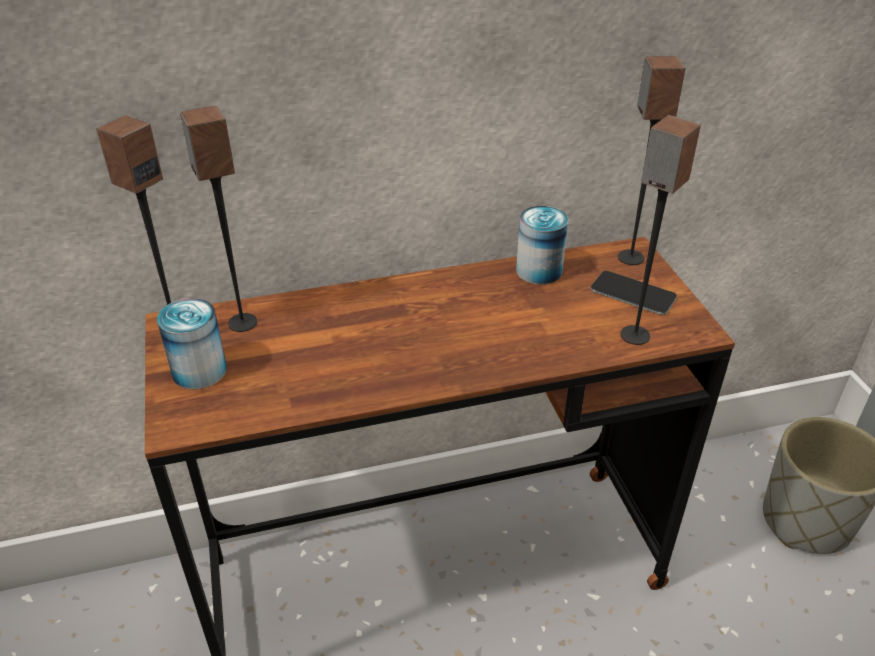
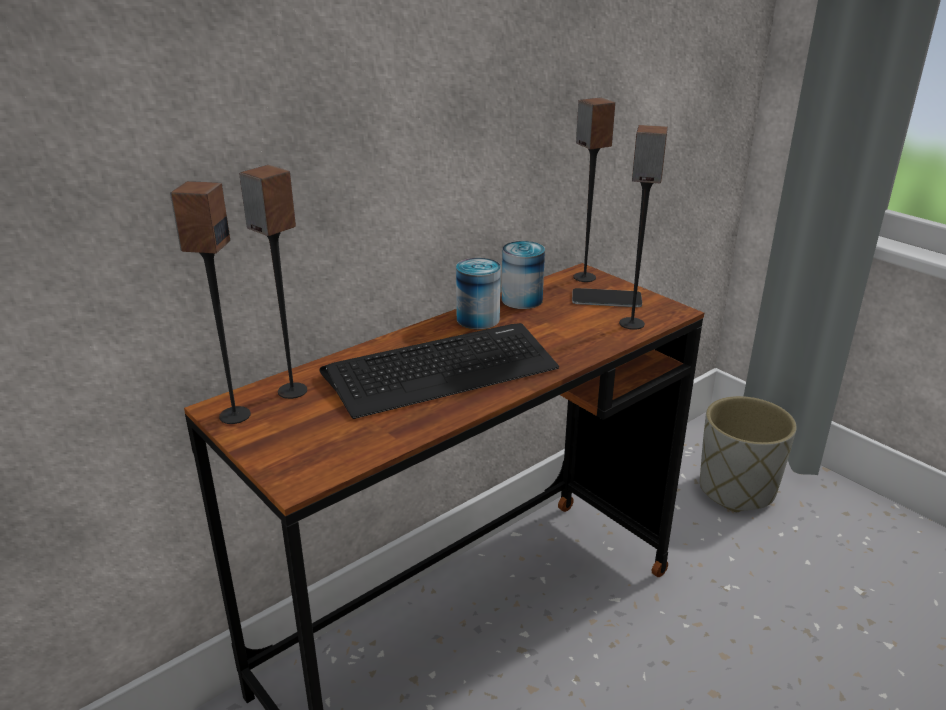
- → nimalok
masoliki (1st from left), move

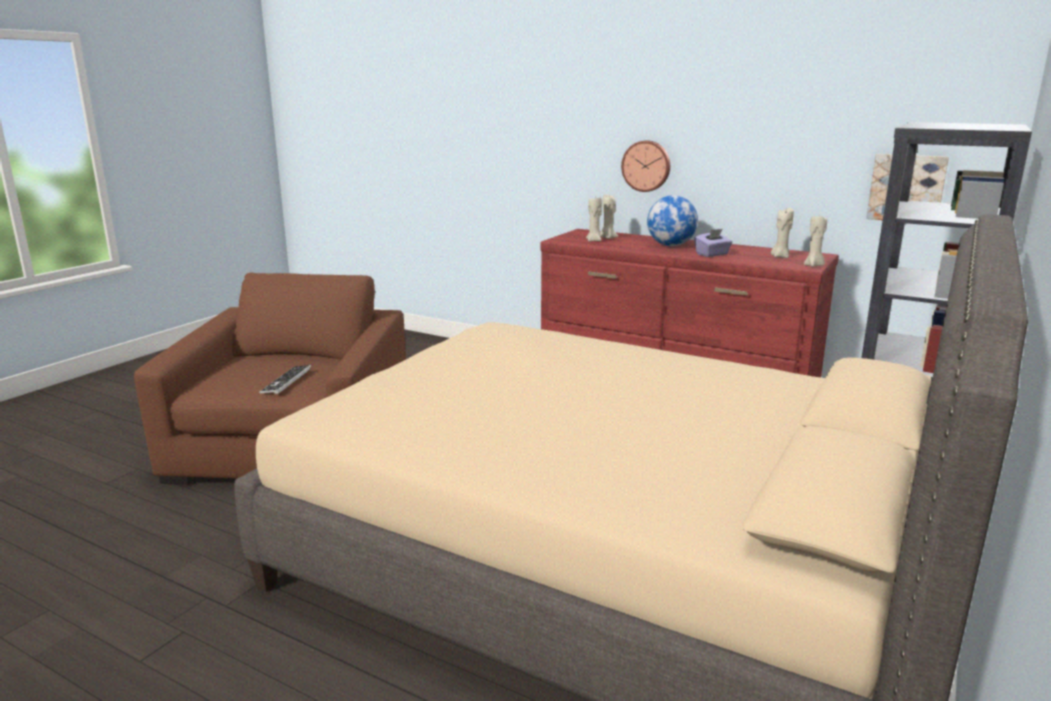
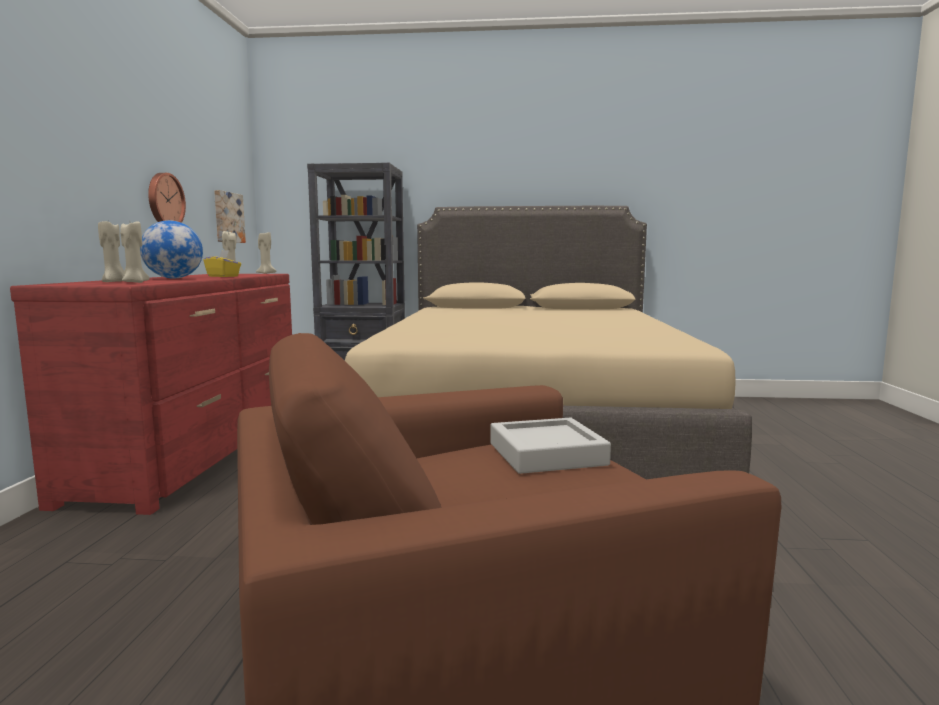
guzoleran, move
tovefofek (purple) → tovefofek (yellow)
nimalok → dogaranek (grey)

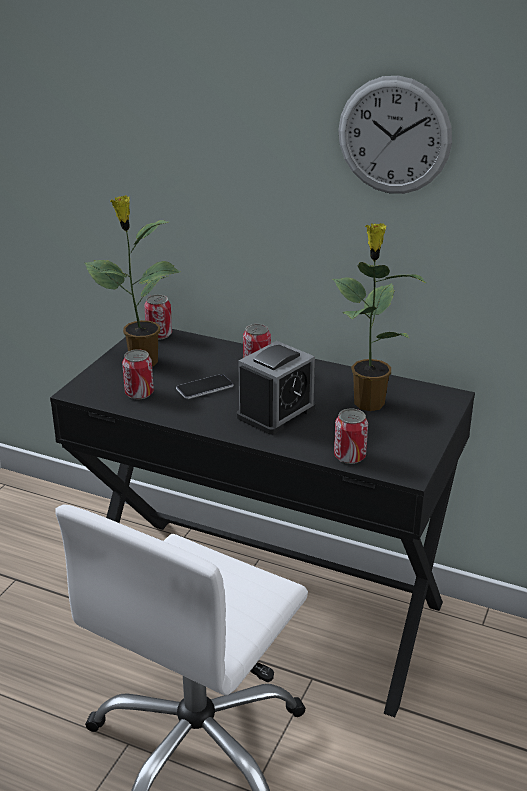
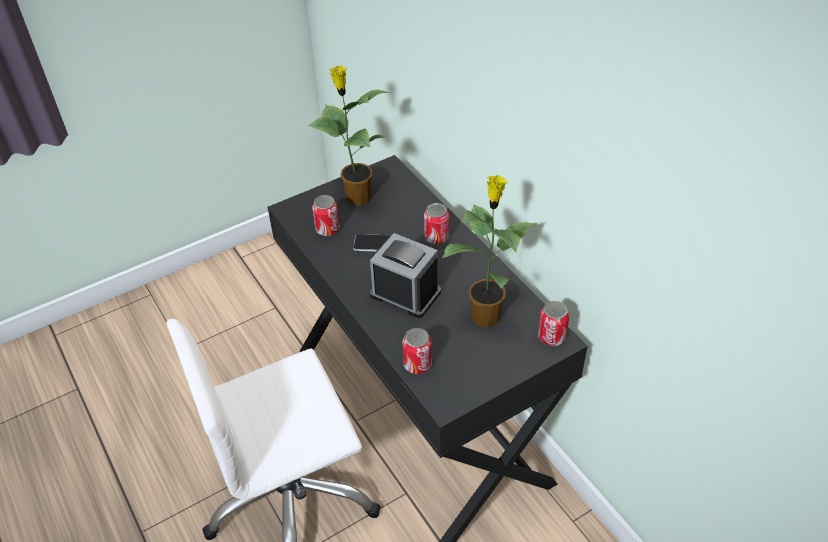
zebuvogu, 135 degrees counterclockwise
masoliki (2nd from left in the first image) → masoliki (4th from left), move
guzoleran → -

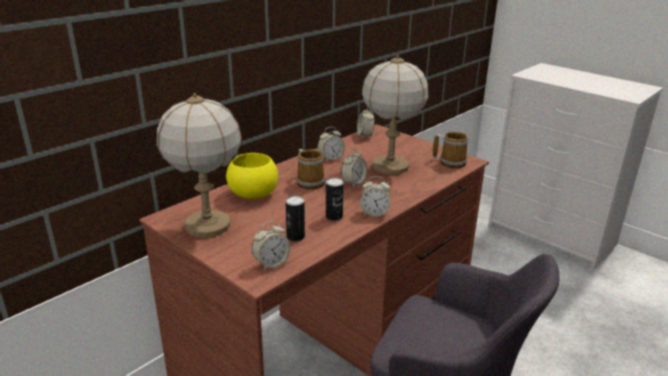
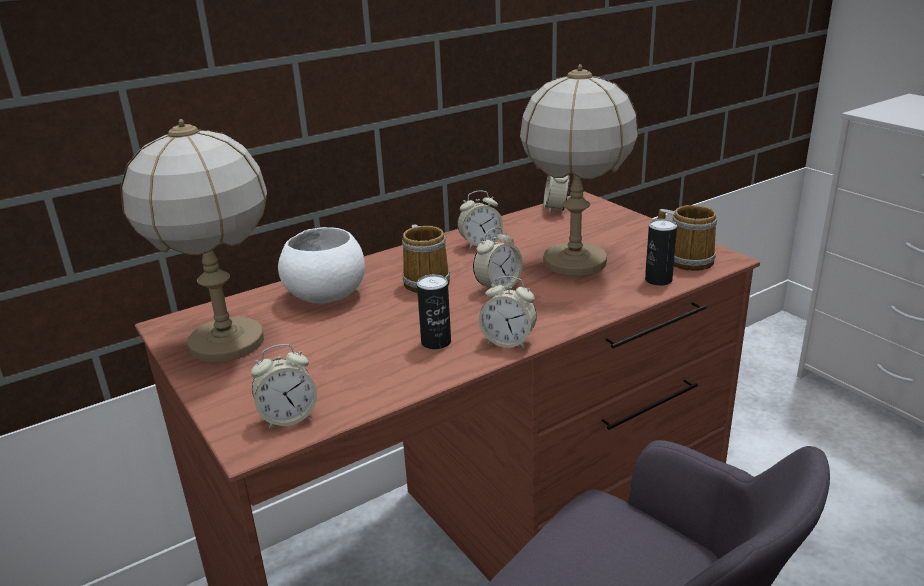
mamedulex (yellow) → mamedulex (white)
masoliki (1st from left in the first image) → masoliki (2nd from left), move

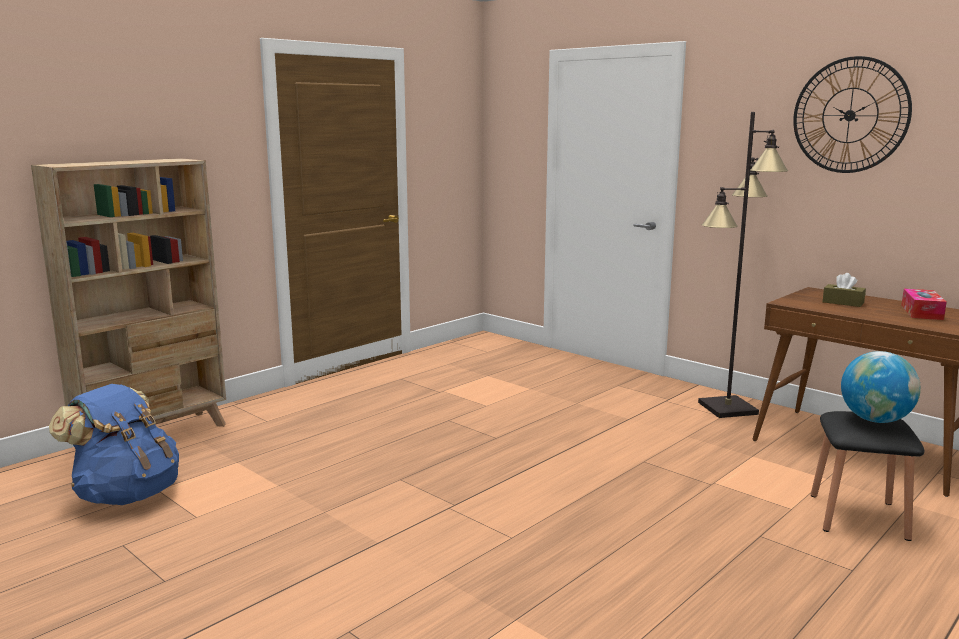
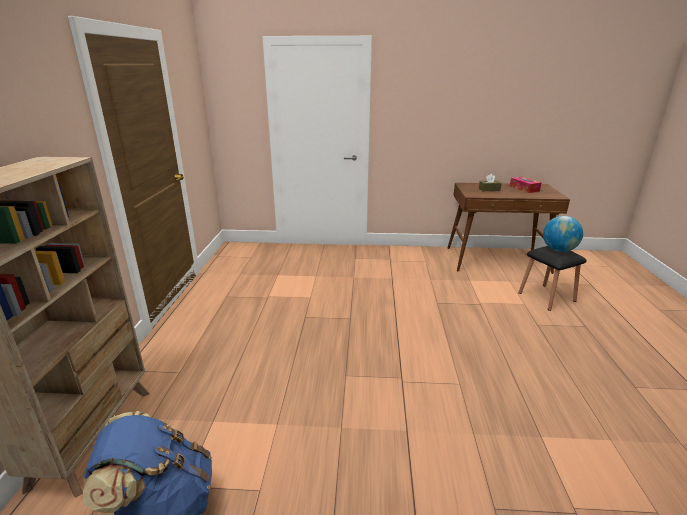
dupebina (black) → -
guzoleran → -

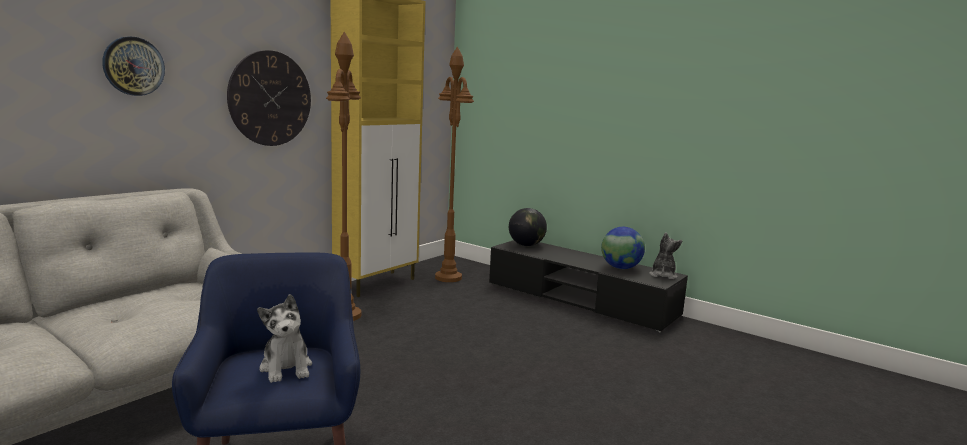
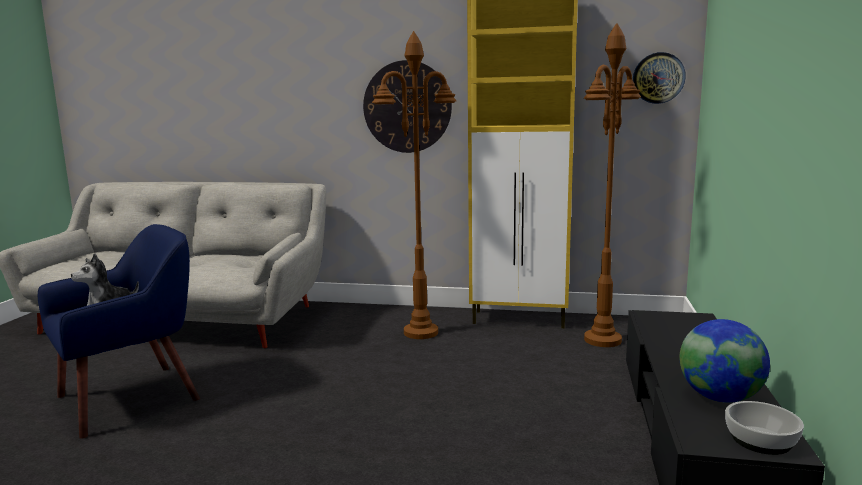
guzoleran (1st from left in the first image) → guzoleran (2nd from left), move
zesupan (2nd from left) → mamedulex
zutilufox (1st from left) → -

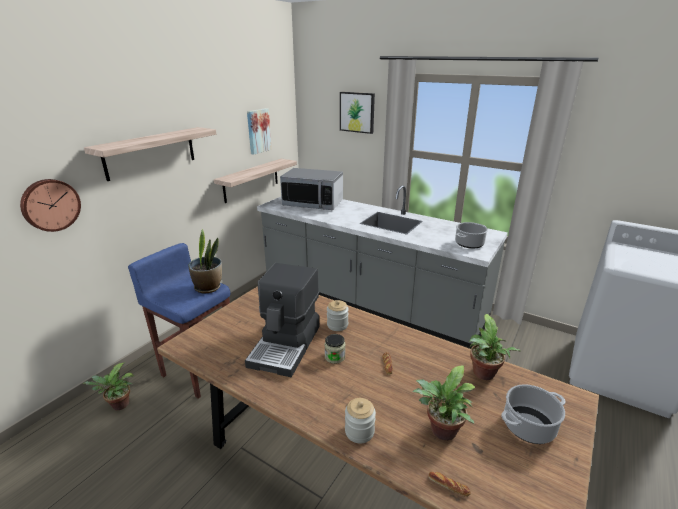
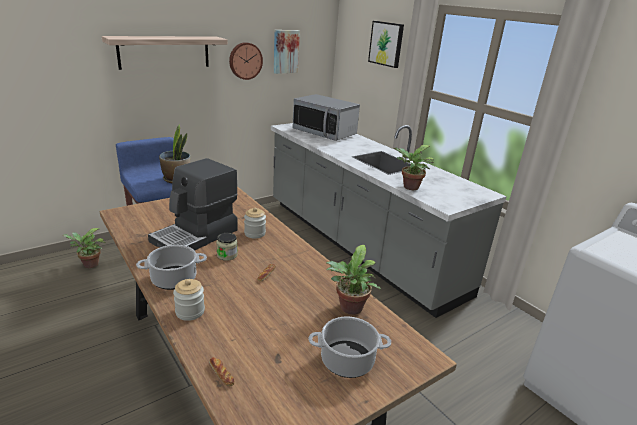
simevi (1st from left), move
guzoleran, move
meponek (3rd from left in the first image) → meponek (4th from left), move
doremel (2nd from left) → -

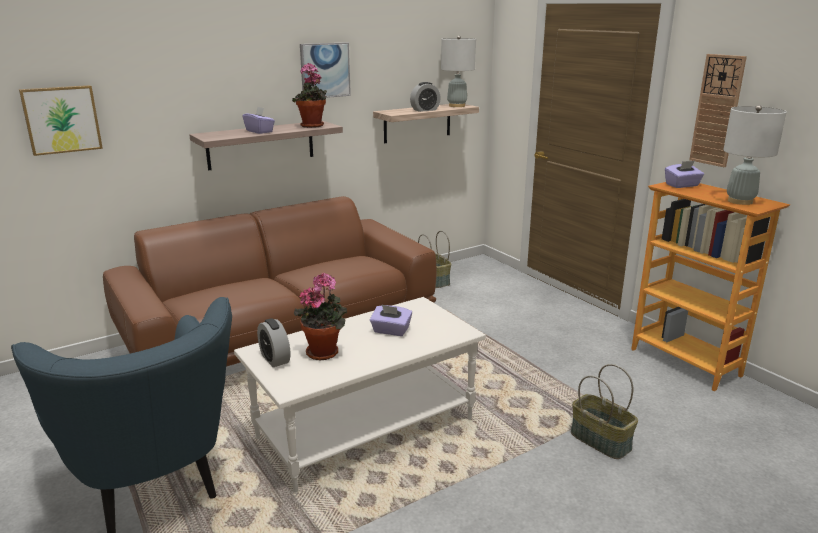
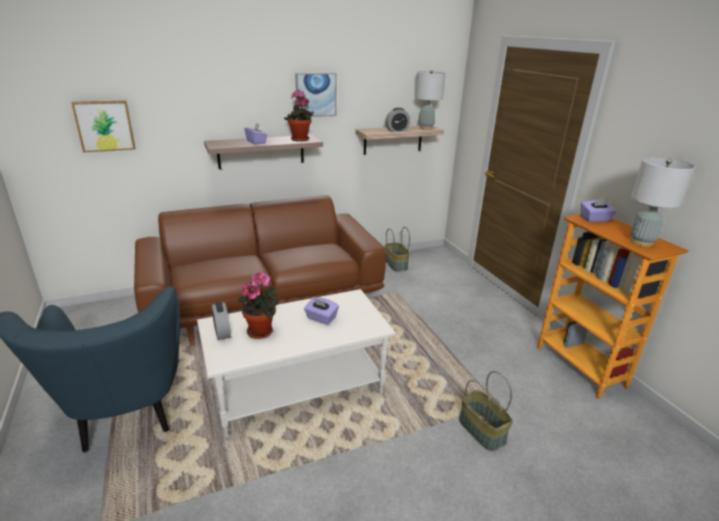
guzoleran → -

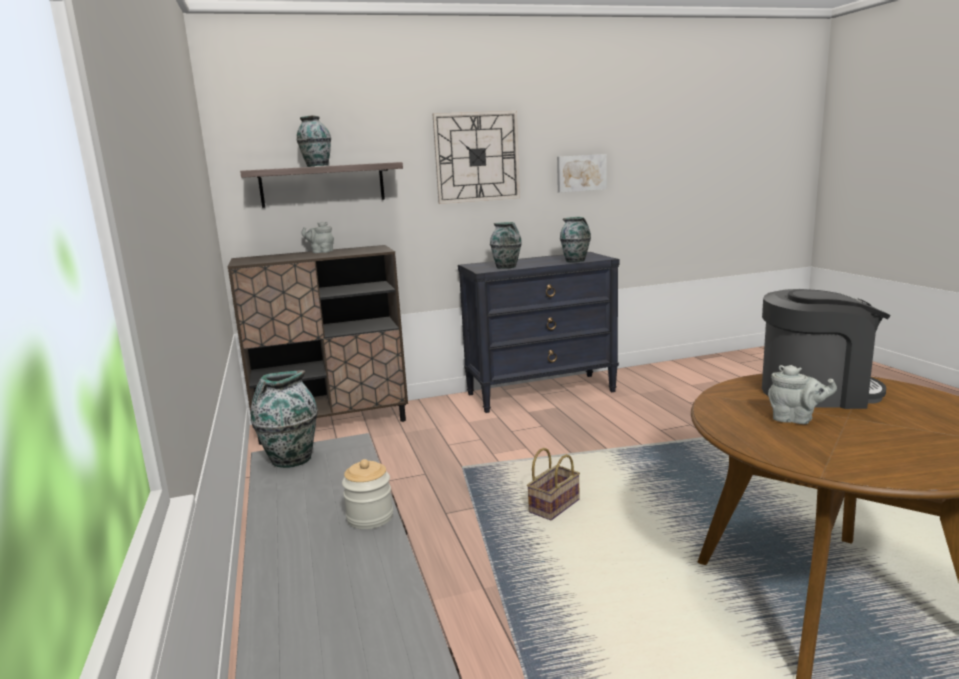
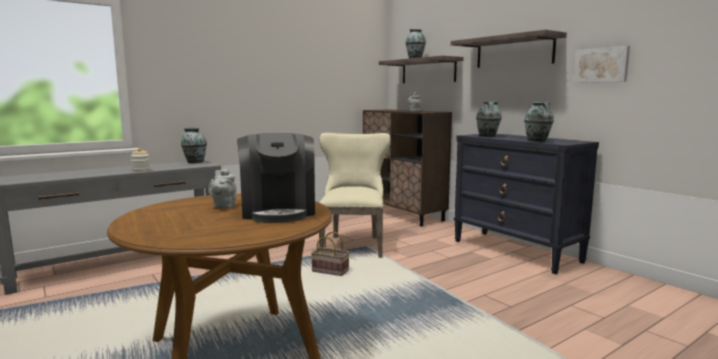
- → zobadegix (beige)
guzoleran → doremel (2nd from left)

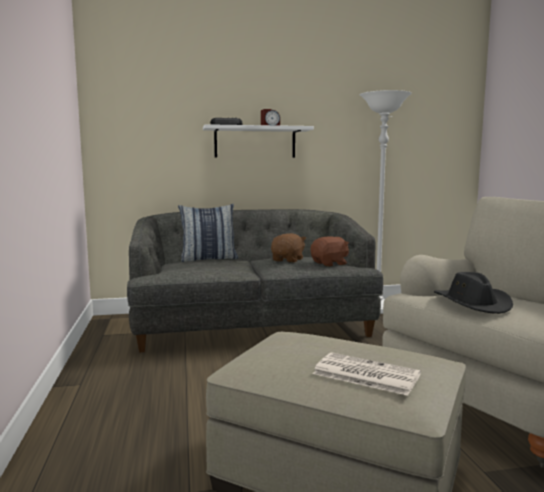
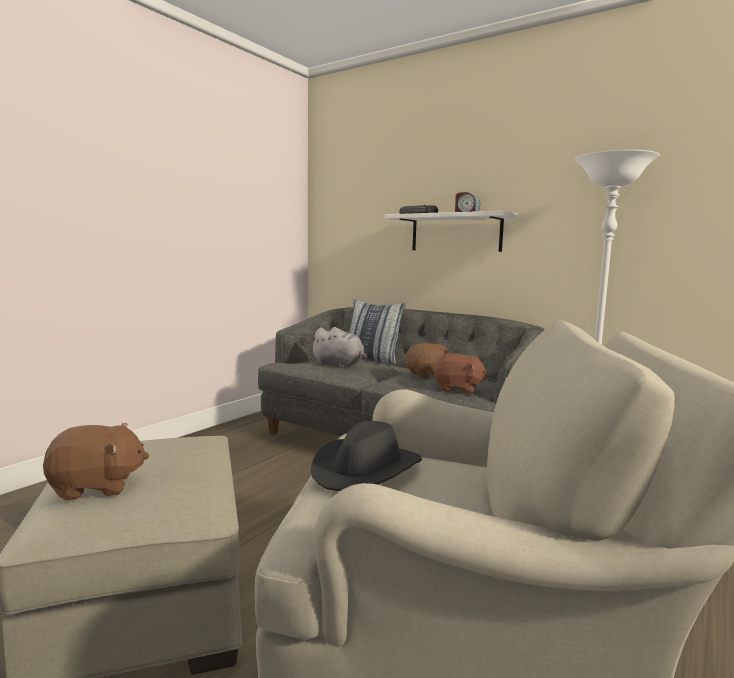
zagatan → zesupan (brown) (1st from left)
- → zesupan (grey)

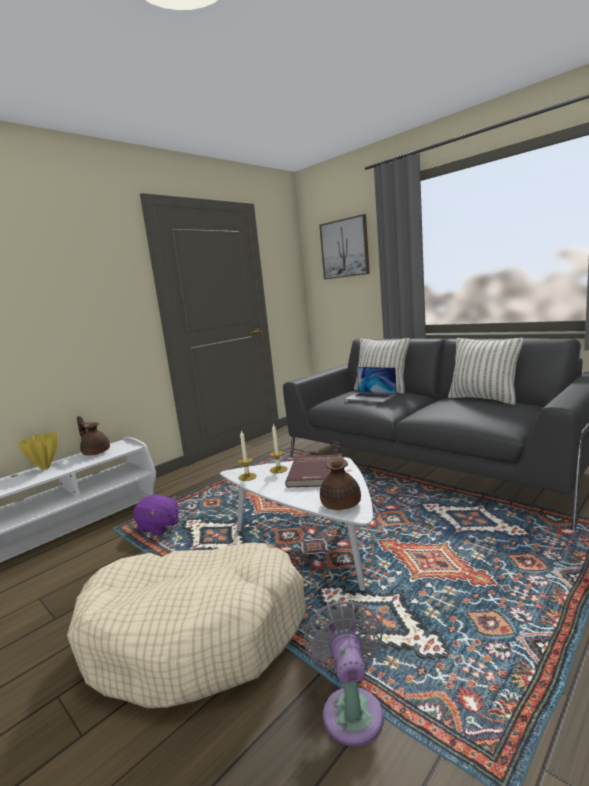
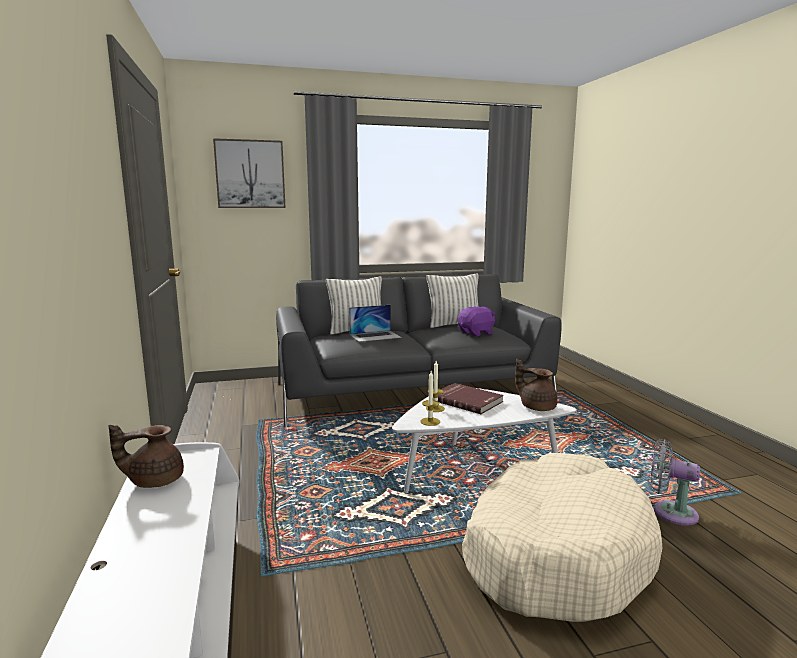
zesupan (purple), move
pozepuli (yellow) → -

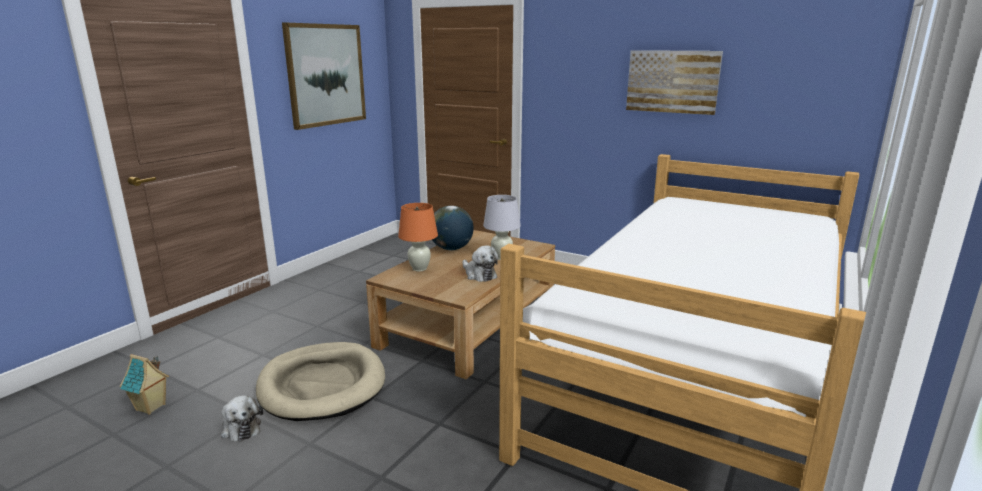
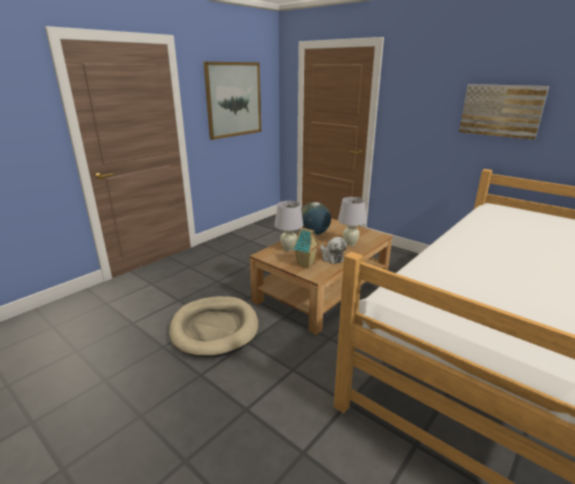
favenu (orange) → favenu (white) (1st from left)
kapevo, move
zesupan (1st from left) → -

